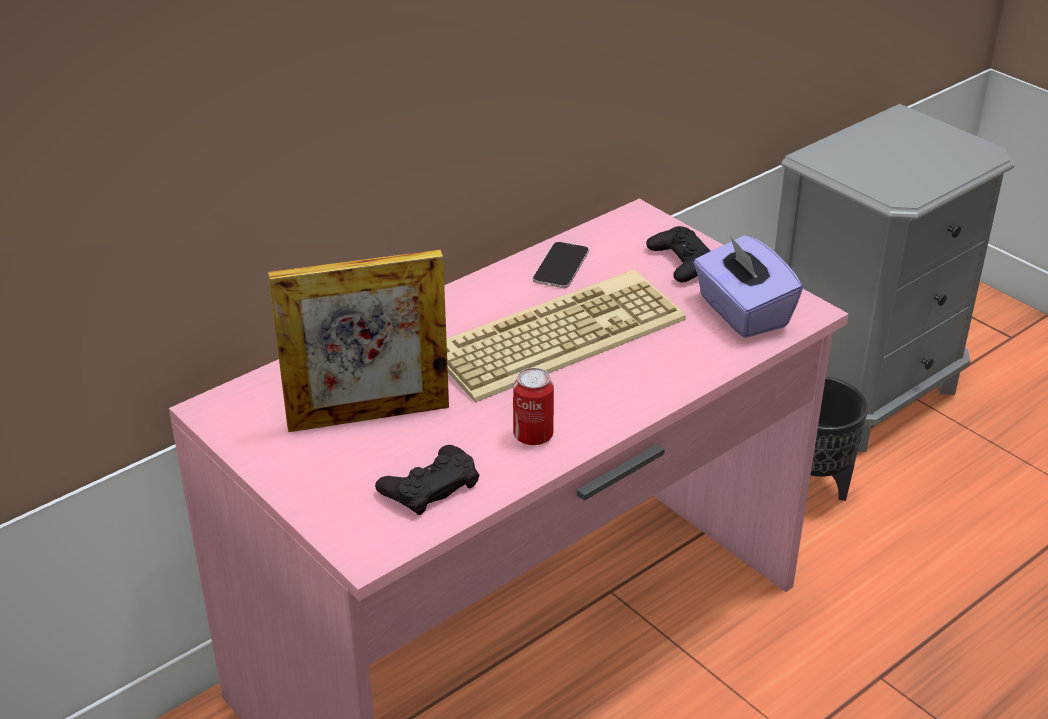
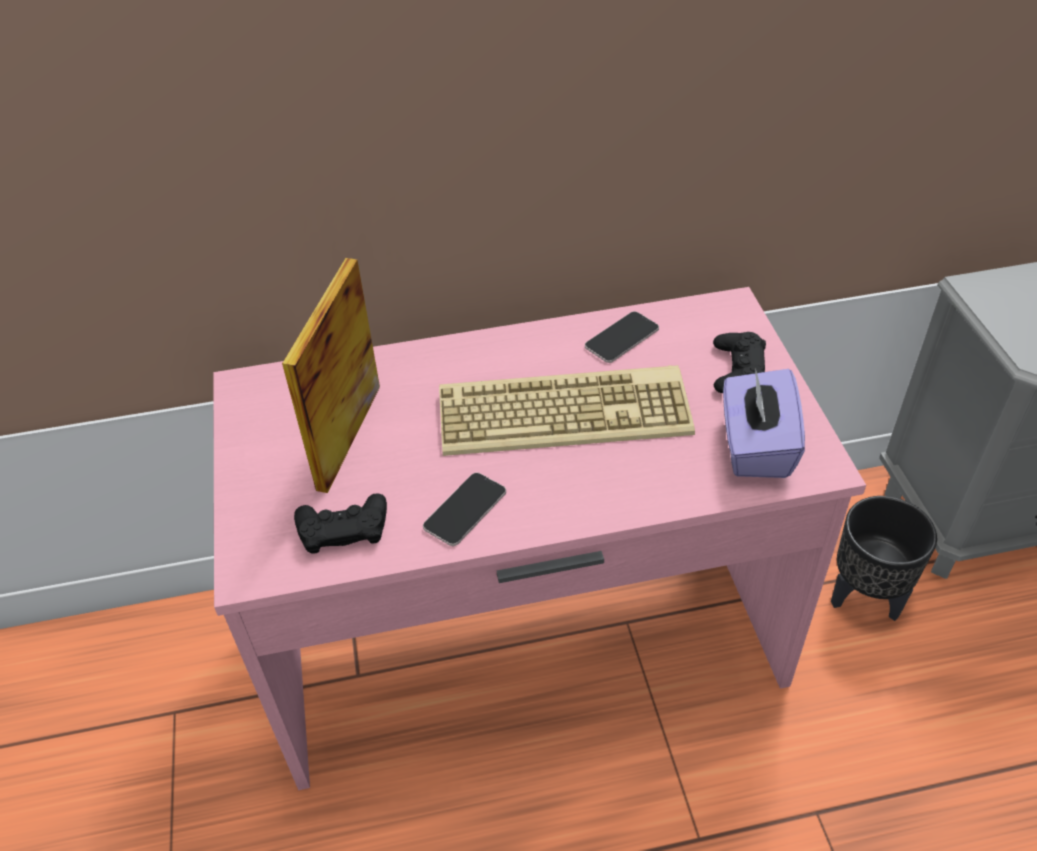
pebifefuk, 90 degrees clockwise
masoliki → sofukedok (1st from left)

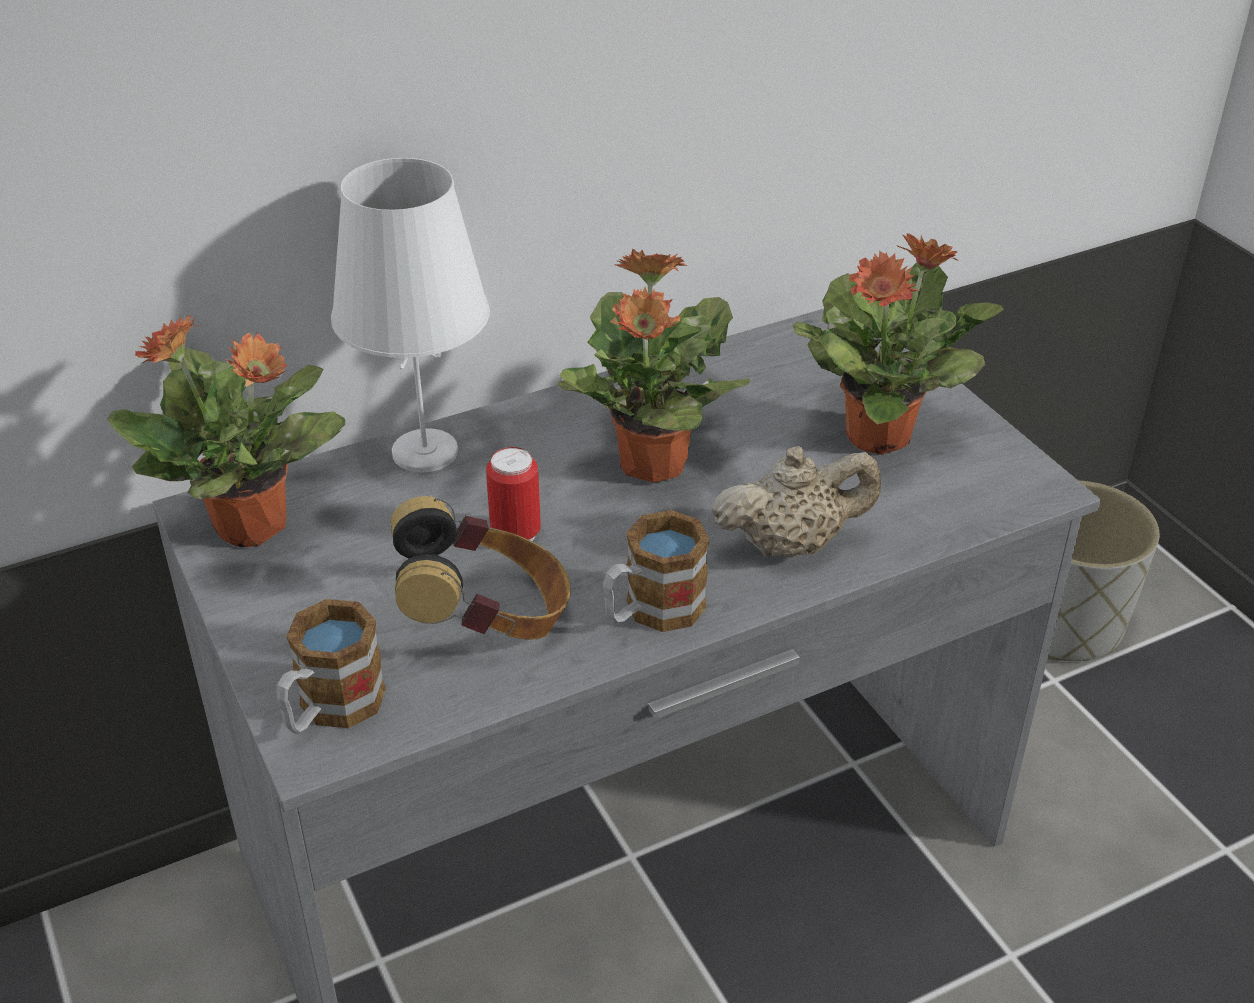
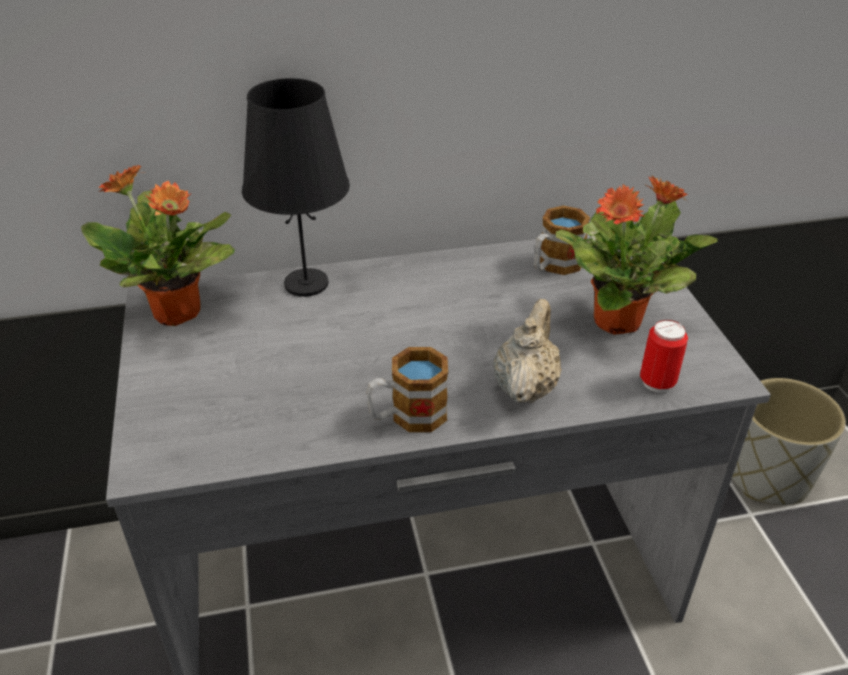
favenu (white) → favenu (black)
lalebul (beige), 75 degrees counterclockwise
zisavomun (1st from left in the first image) → zisavomun (2nd from left), move
masoliki, move
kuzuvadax → -
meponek (2nd from left) → -

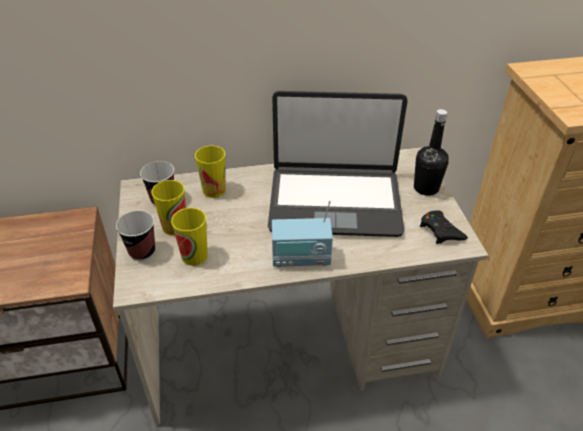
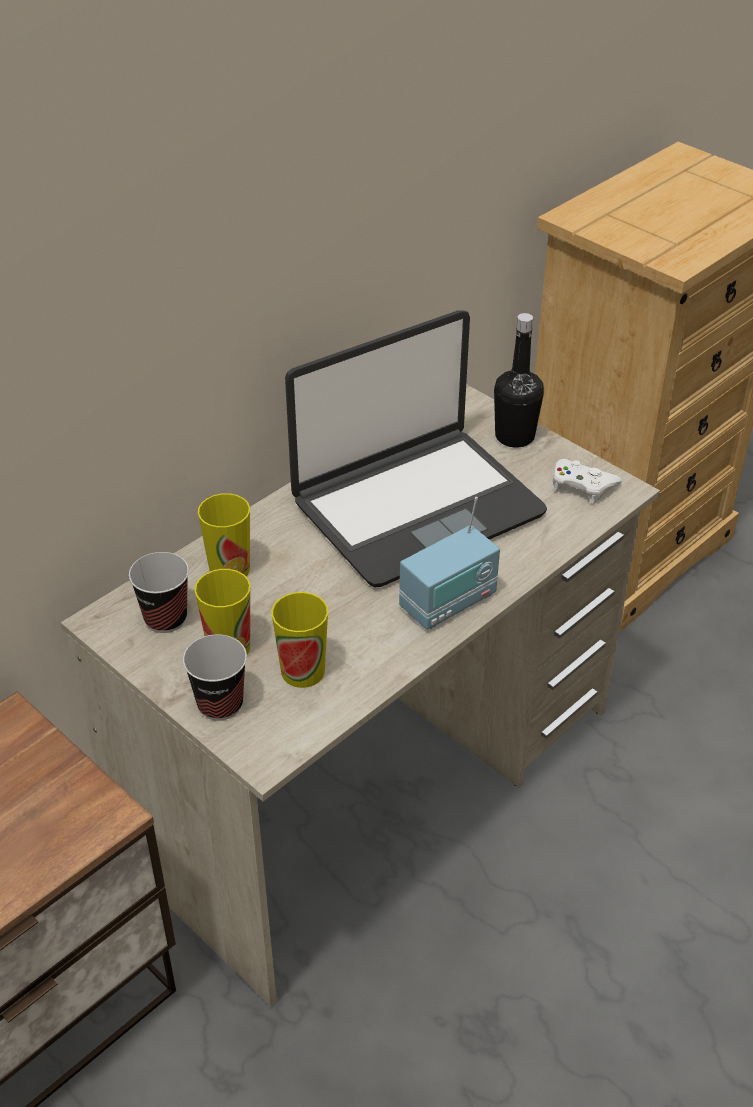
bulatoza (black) → bulatoza (white)

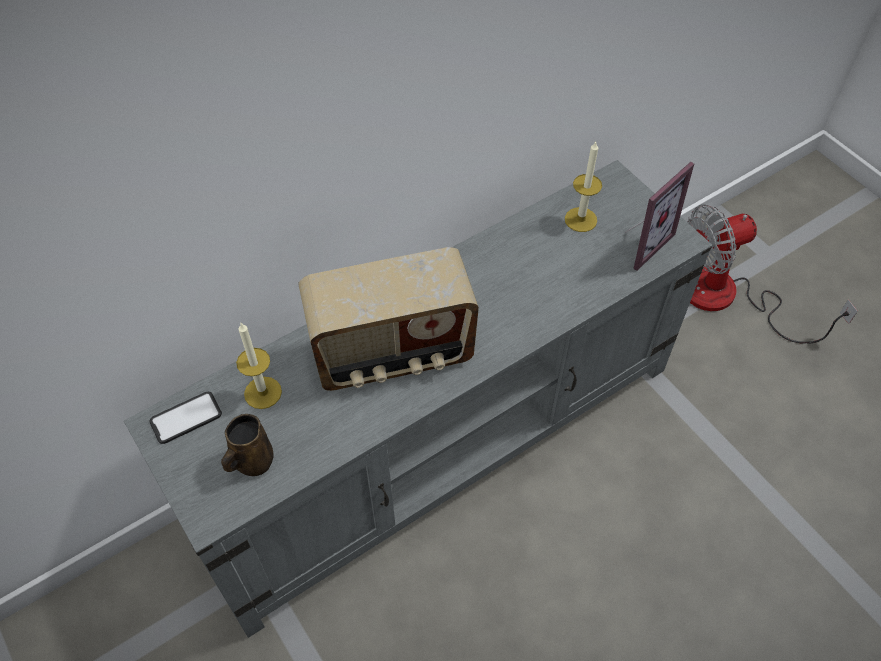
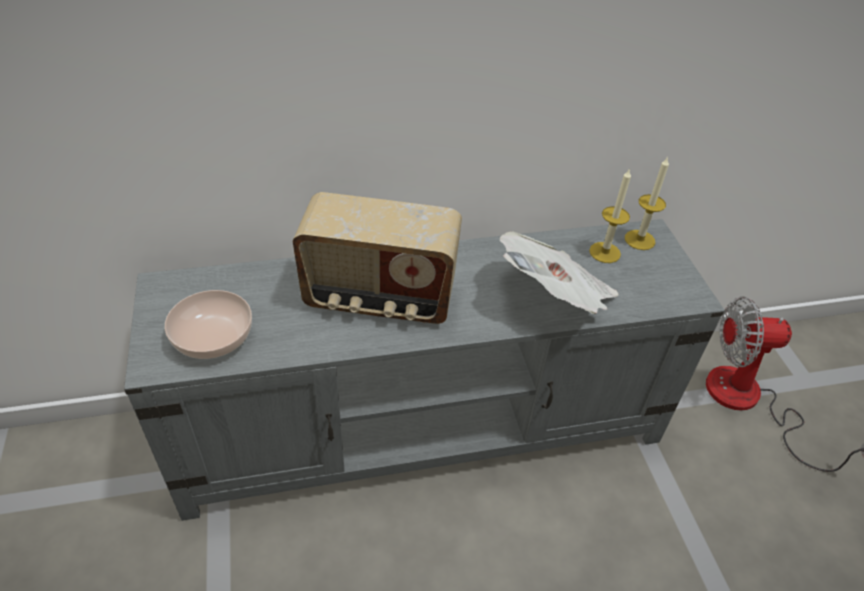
zisavomun (brown) → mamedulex
- → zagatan
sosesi (1st from left in the first image) → sosesi (2nd from left), move
sofukedok → -
pebifefuk → -

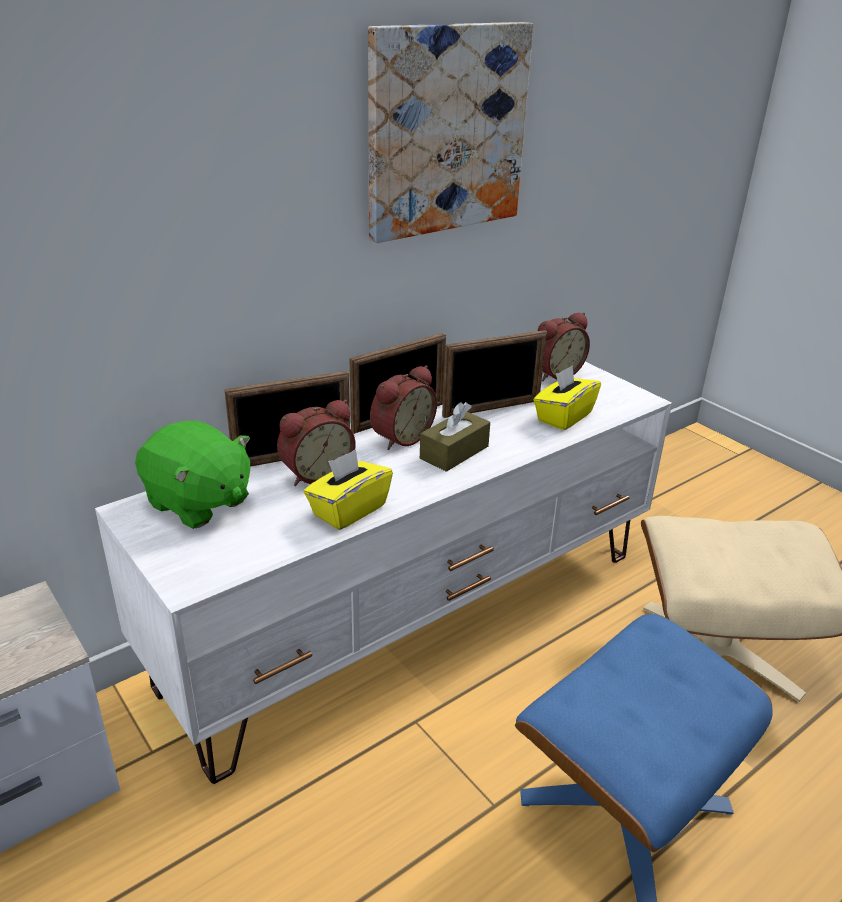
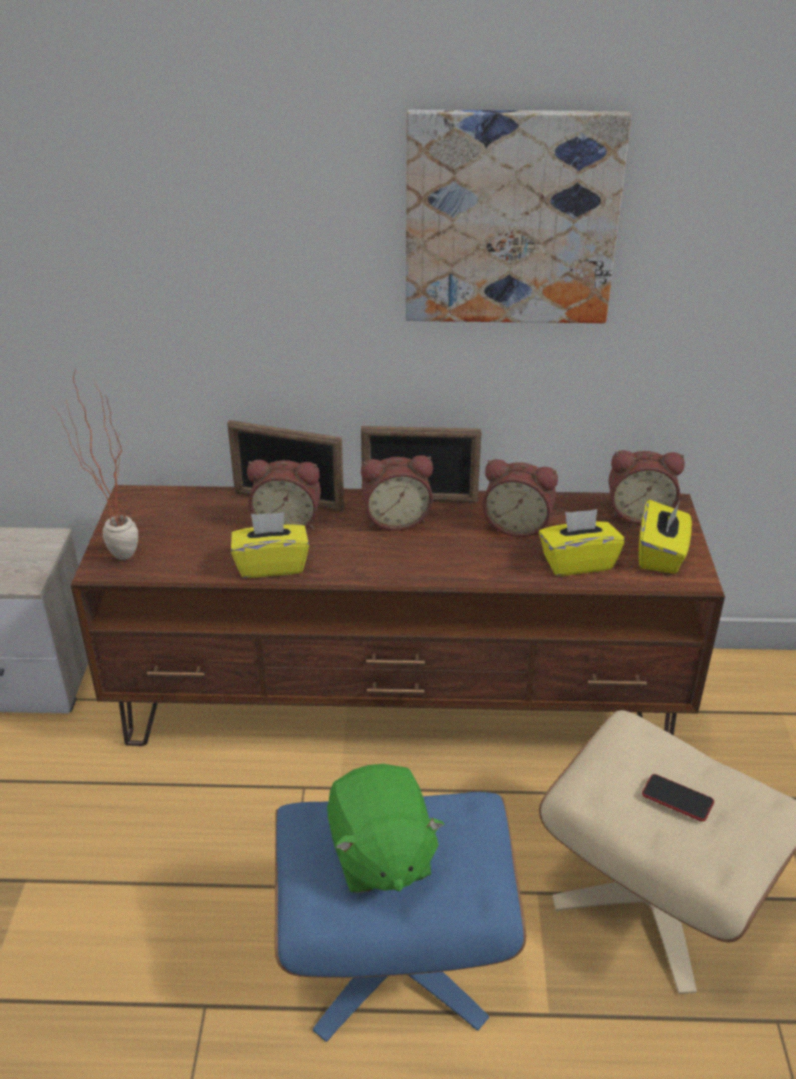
- → meponek
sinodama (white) → sinodama (brown)
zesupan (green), move
pebifefuk (3rd from left) → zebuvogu (3rd from left)
- → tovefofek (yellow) (3rd from left)
- → sofukedok
tovefofek (brown) → -

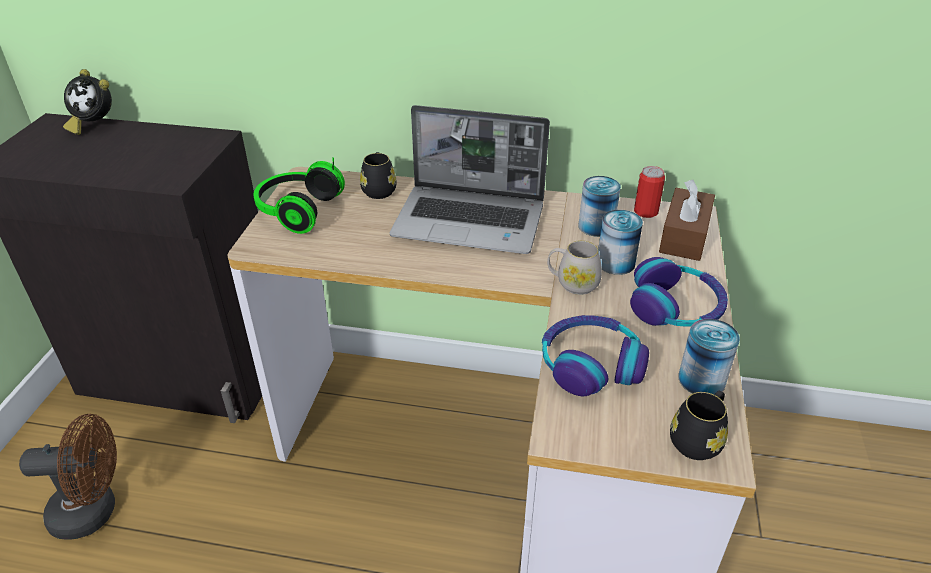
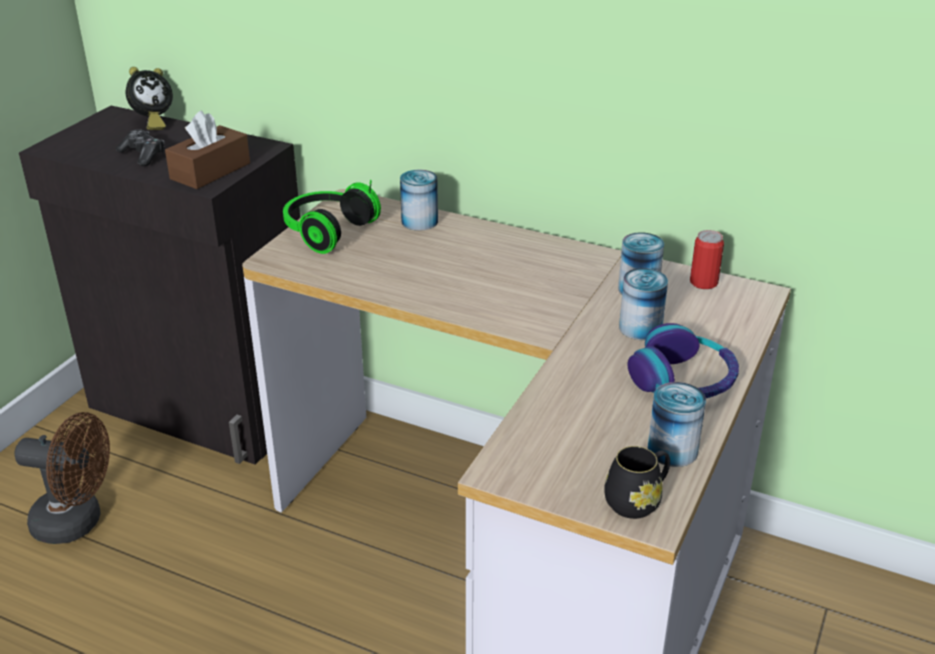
- → bulatoza
zebuvogu, 75 degrees counterclockwise
tovefofek (brown), move
zisavomun (black) (1st from left) → masoliki (1st from left)
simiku → -
kuzuvadax (2nd from left) → -
zisavomun (white) → -

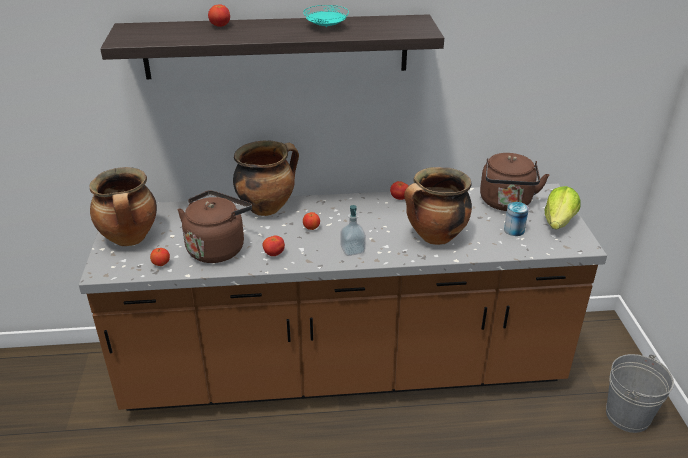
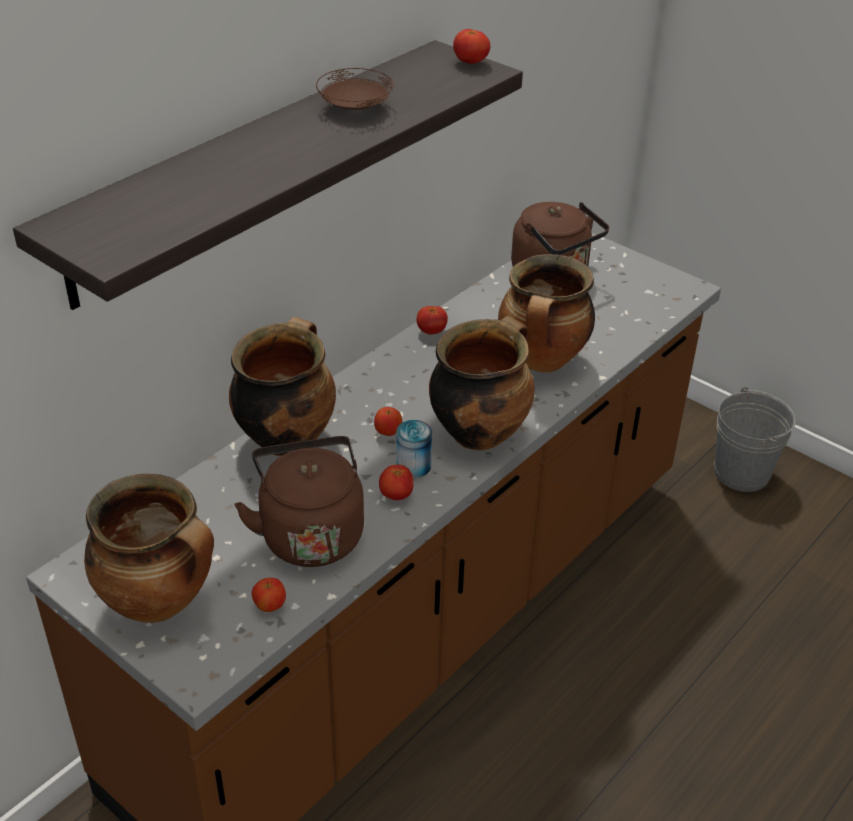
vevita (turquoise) → vevita (brown)
masoliki, move
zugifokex → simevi (3rd from left)
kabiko (1st from left in the first image) → kabiko (3rd from left), move
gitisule → -

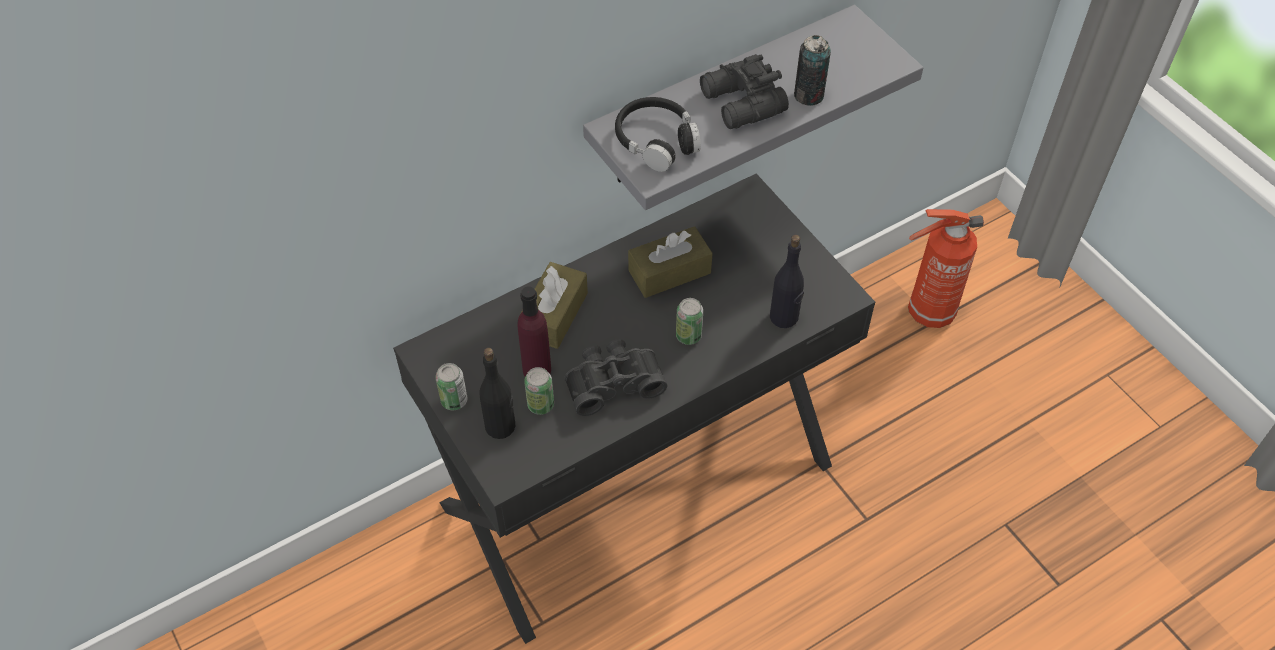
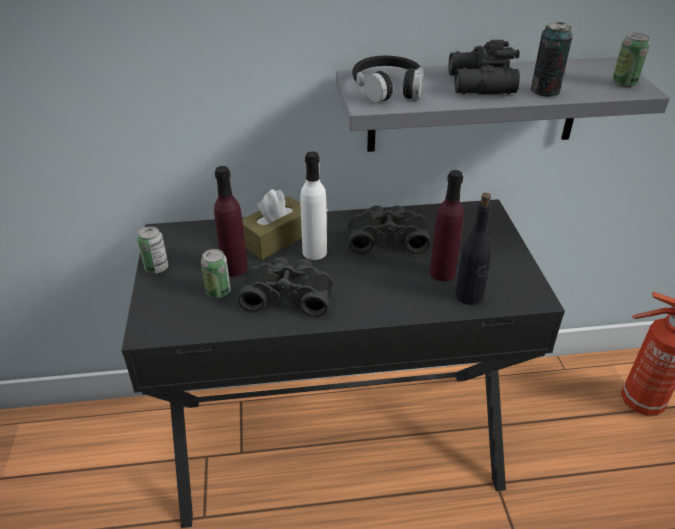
- → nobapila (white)
tovefofek (brown) (2nd from left) → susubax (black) (2nd from left)
- → nobapila (purple) (2nd from left)
masoliki (3rd from left in the first image) → masoliki (4th from left), move
nobapila (black) (1st from left) → -

